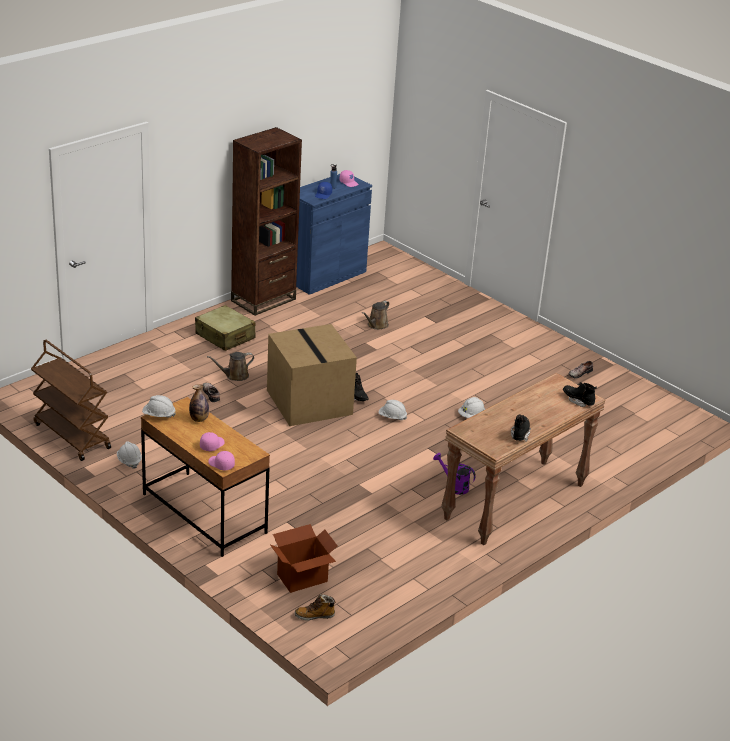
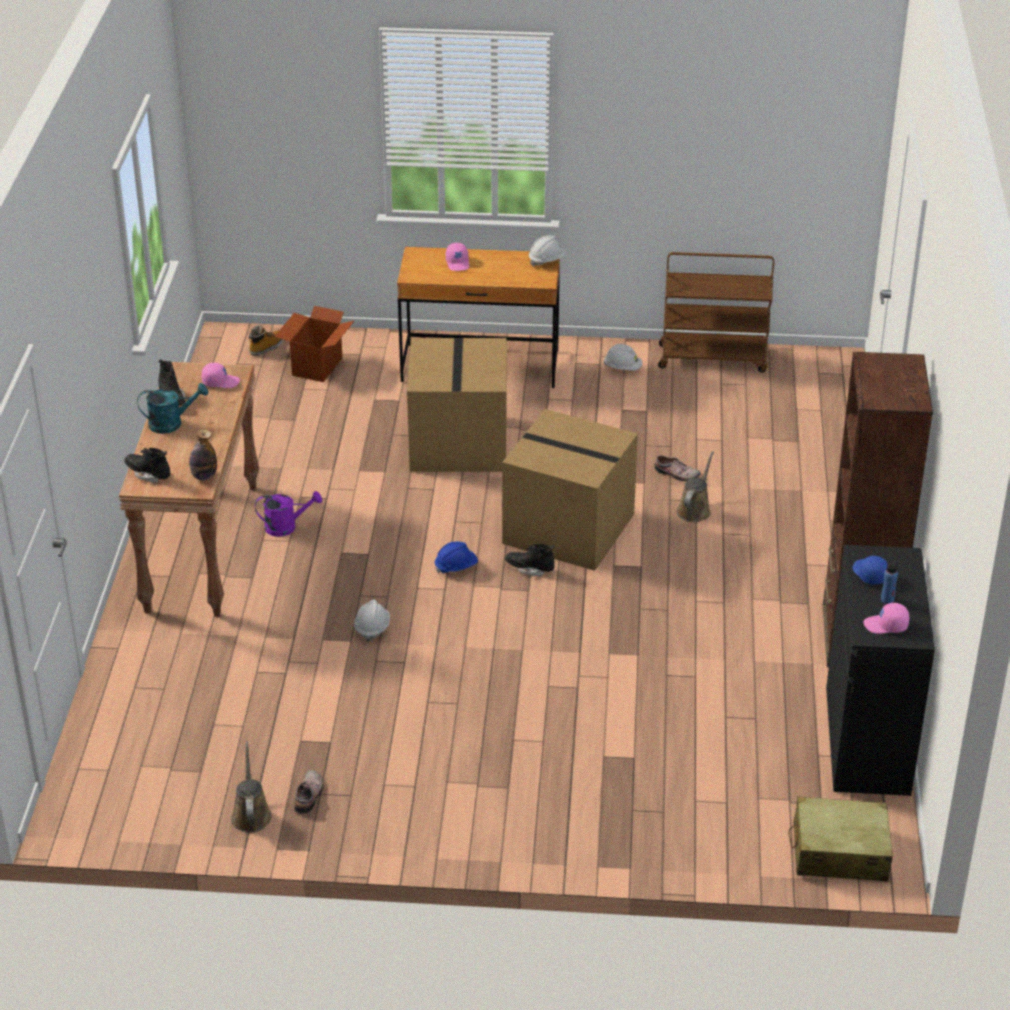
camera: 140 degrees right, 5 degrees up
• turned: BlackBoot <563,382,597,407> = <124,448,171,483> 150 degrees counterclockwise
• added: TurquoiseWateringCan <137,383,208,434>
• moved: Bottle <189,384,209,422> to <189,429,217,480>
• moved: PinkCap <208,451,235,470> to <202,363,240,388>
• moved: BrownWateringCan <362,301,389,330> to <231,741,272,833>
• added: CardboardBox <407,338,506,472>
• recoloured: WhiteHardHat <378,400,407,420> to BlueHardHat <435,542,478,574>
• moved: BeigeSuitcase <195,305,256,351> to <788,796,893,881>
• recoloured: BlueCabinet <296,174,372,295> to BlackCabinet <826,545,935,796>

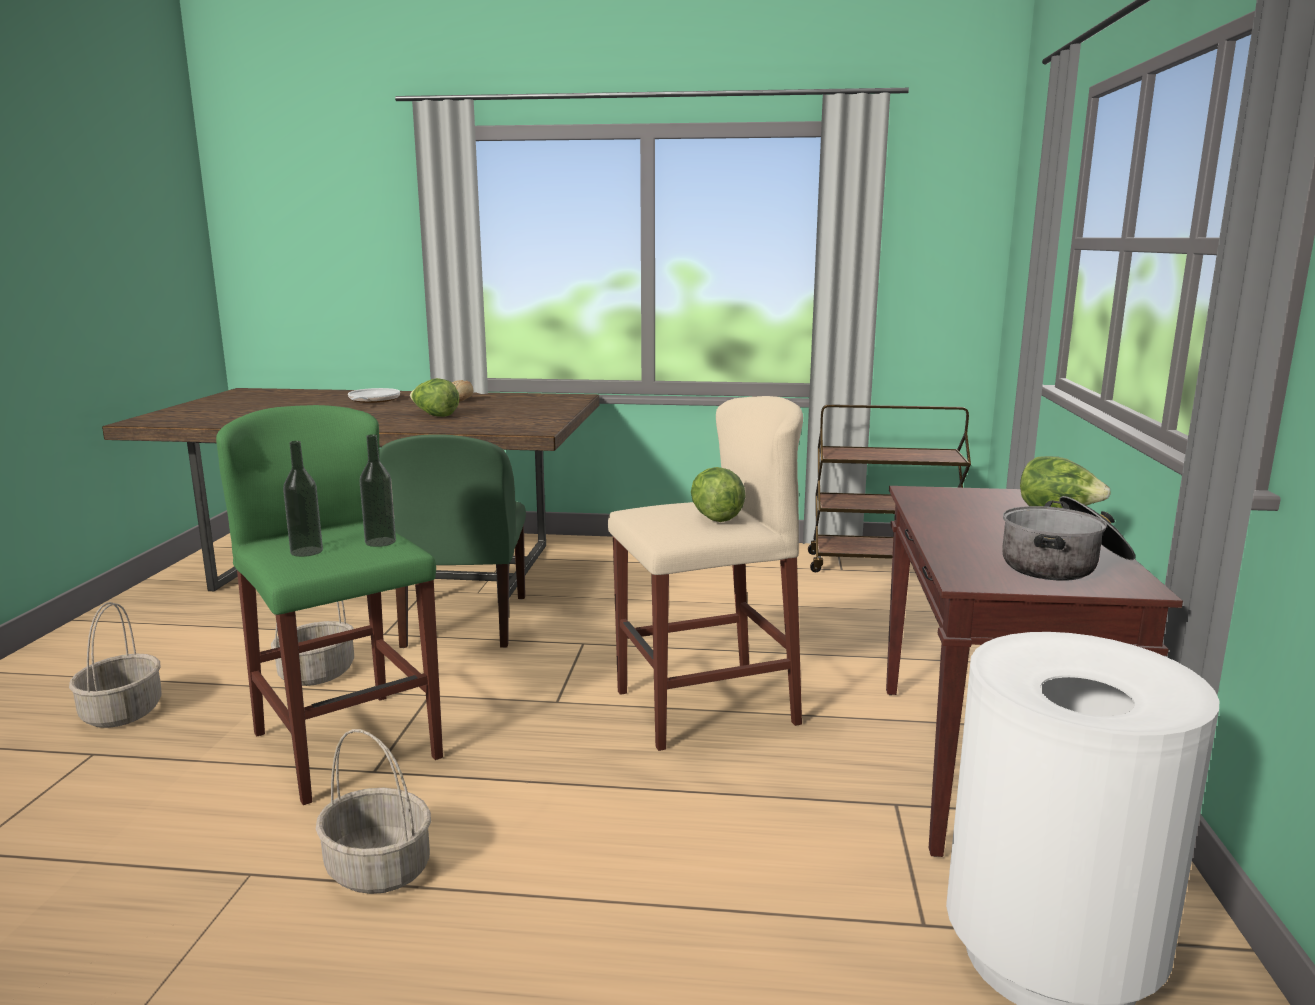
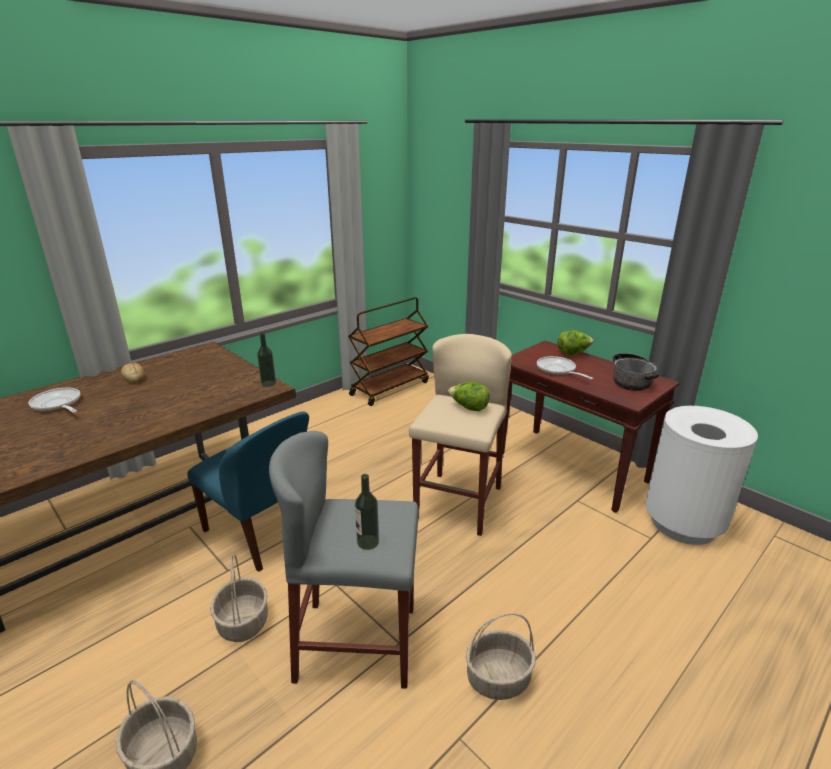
camera: 50 degrees left, 10 degrees up
• recoloured: GreenChair <379,434,526,648> to BlueChair <187,411,309,572>
• moved: Bottle <360,434,396,547> to <257,333,276,387>
• recoloured: GreenStool <216,405,443,805> to GreyStool <269,431,419,689>
• added: FryingPan <537,356,593,379>
• removed: Lettuce <410,378,459,417>

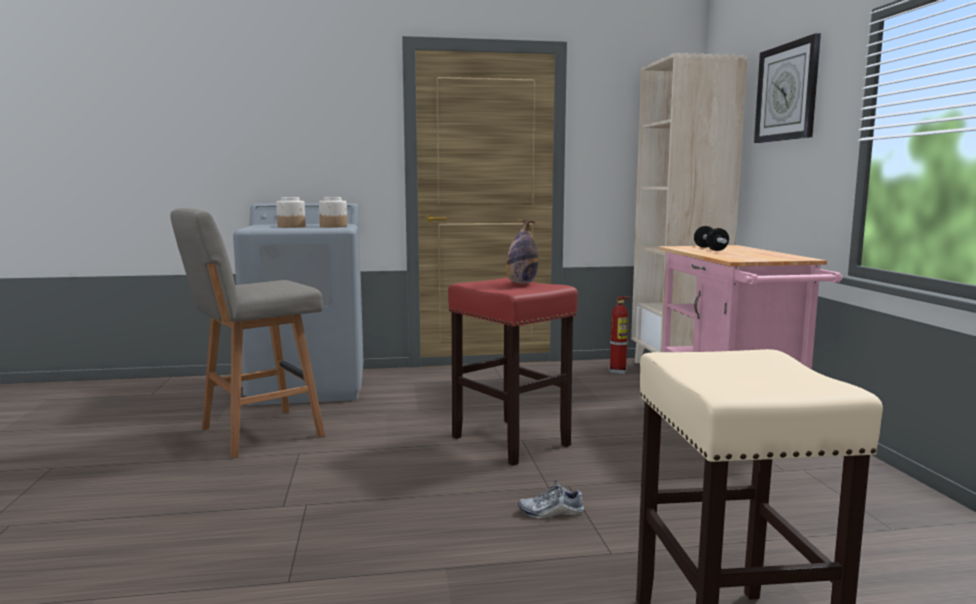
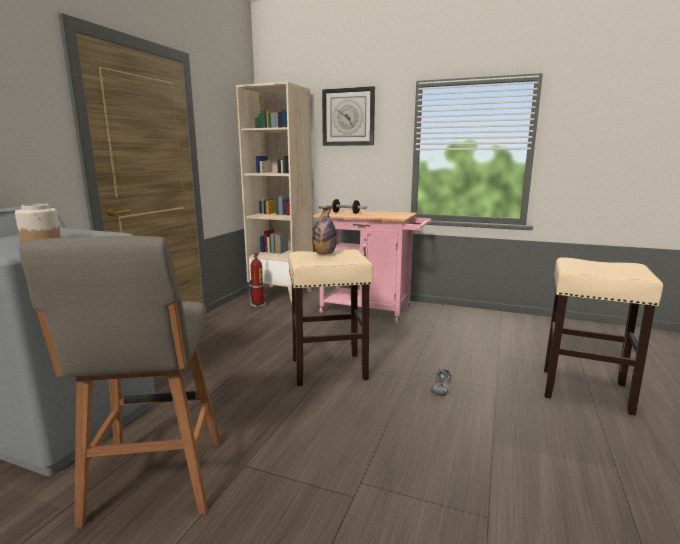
camera: 60 degrees left, 5 degrees up
• recoloured: RedStool <448,277,578,466> to BeigeStool <289,249,373,386>
• removed: Jar <319,197,347,228>

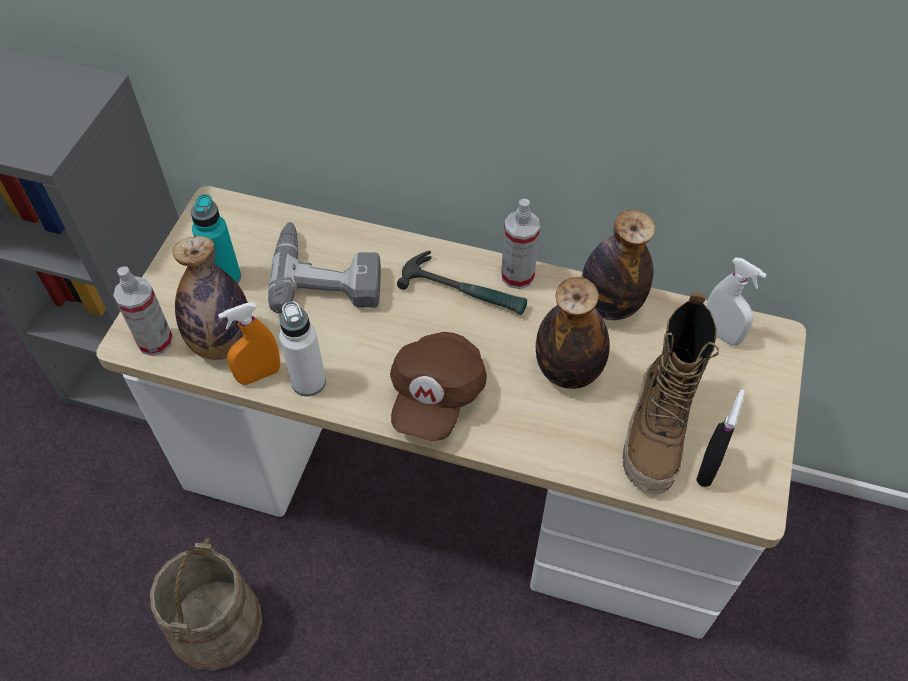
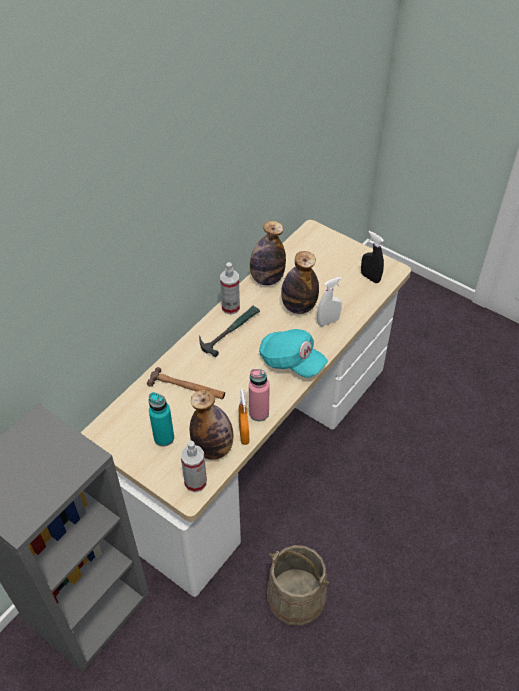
camera: 70 degrees left, 5 degrees down
• replaced: PowerDrill <268,222,381,314> to Hammer <147,367,225,399>
• recoloured: WhiteBottle <279,301,326,397> to PinkBottle <249,369,270,421>
• recoloured: BrownCap <390,332,487,441> to TurquoiseCap <259,329,328,378>
• moved: WhiteSprayBottle <706,257,767,346> to <317,276,342,326>
• removed: Boot <623,292,719,494>

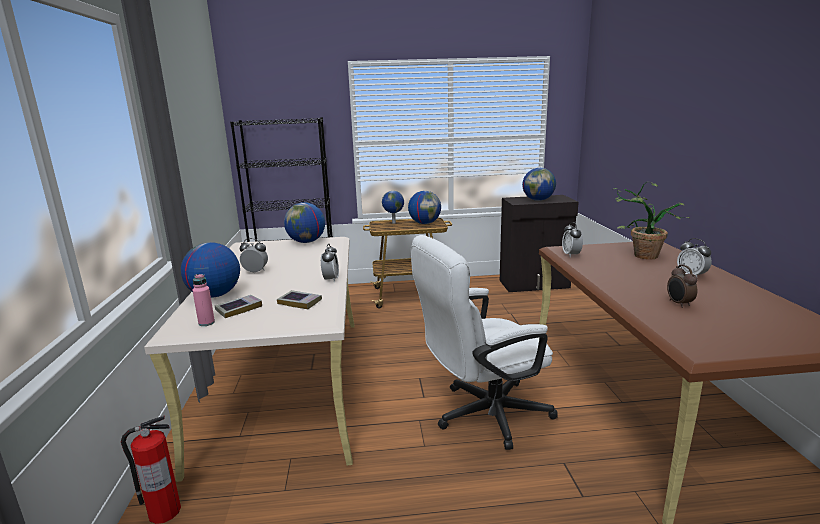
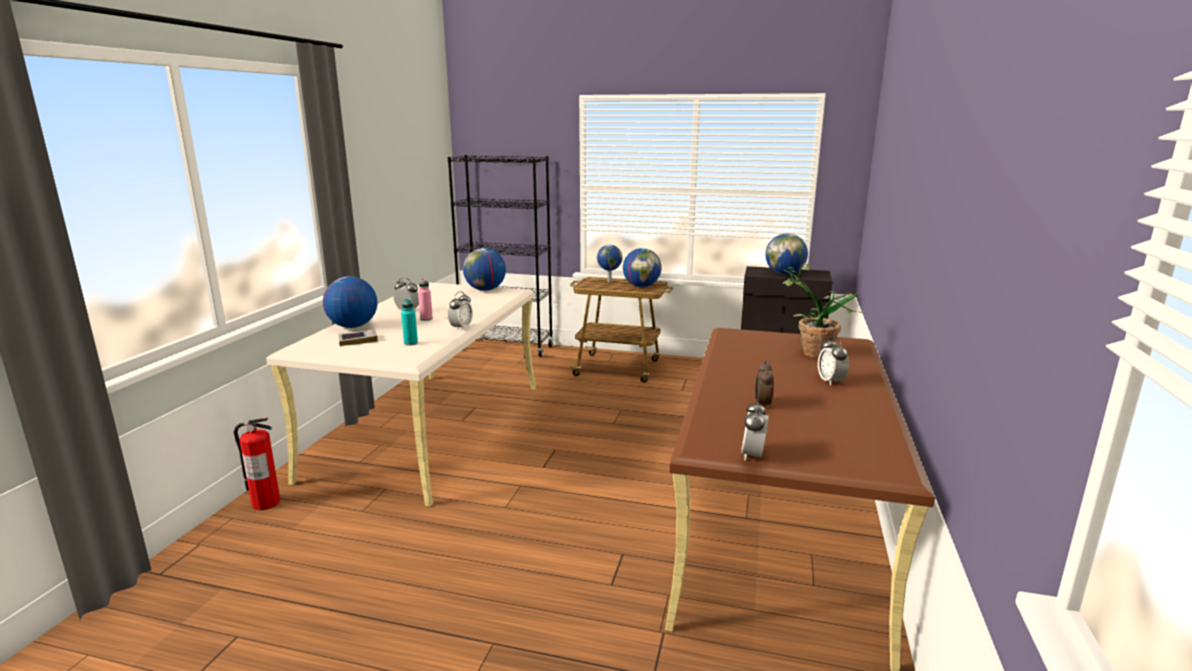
camera: 20 degrees right, 0 degrees up
• replaced: Book <277,290,322,309> to TurquoiseBottle <401,299,418,346>
• moved: PinkBottle <192,274,215,326> to <418,279,433,321>
• moved: AlarmClock <562,222,583,257> to <741,399,769,461>
• removed: WhiteOfficeChair <411,235,558,450>

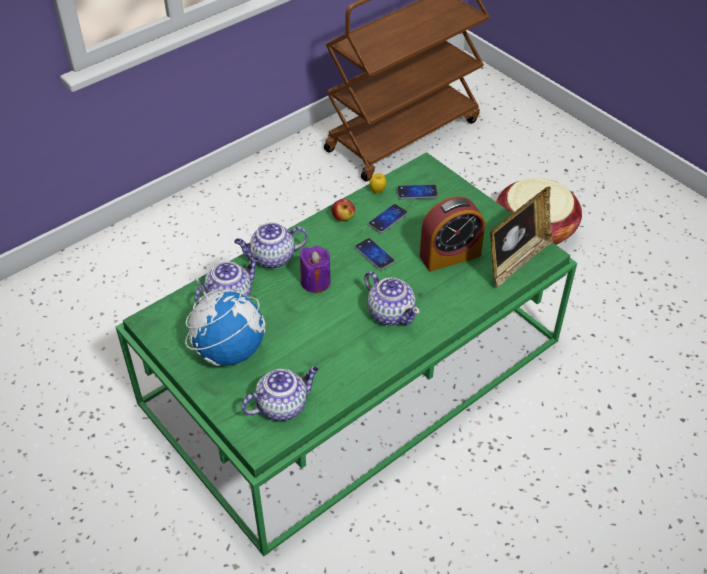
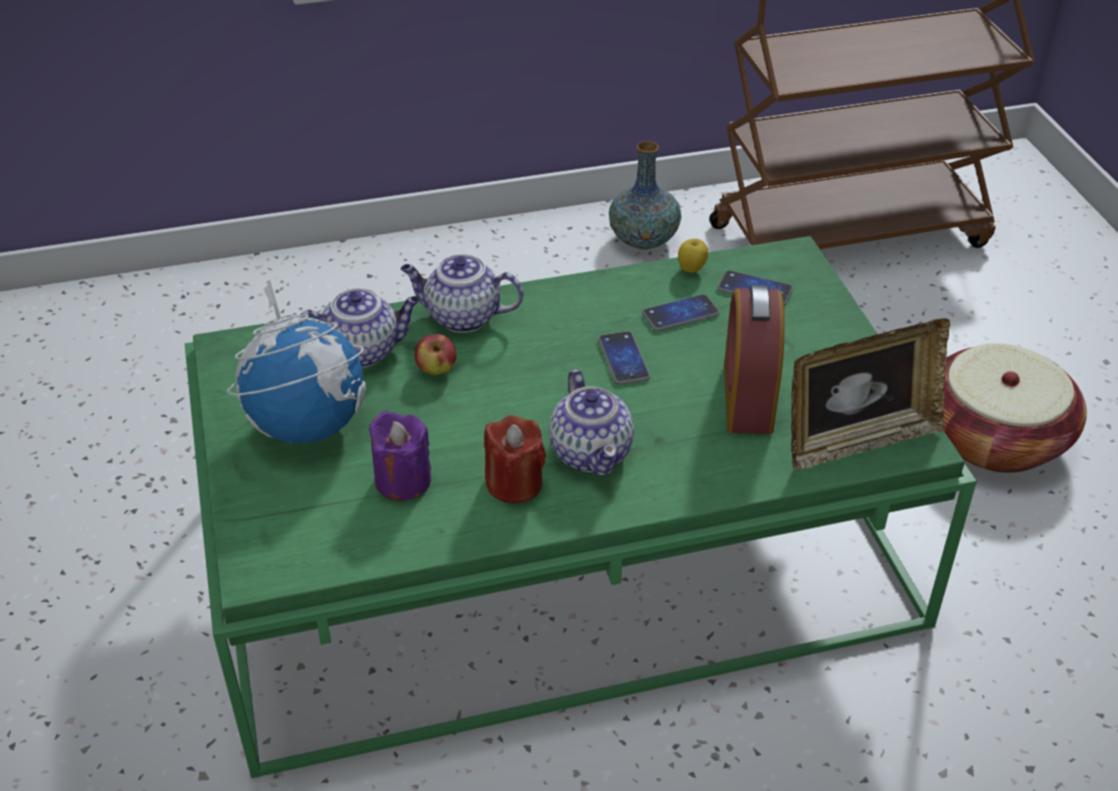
camera: 25 degrees right, 5 degrees down
• moved: PurpleCandle <300,246,331,293> to <369,411,431,501>
• moved: Apple <332,199,355,221> to <415,334,456,375>
• added: RedCandle <484,415,546,503>
• added: Vase <609,141,681,249>
• turned: AlarmClock <420,196,485,271> = <724,285,785,434> 90 degrees clockwise
• removed: Teapot <241,367,319,421>

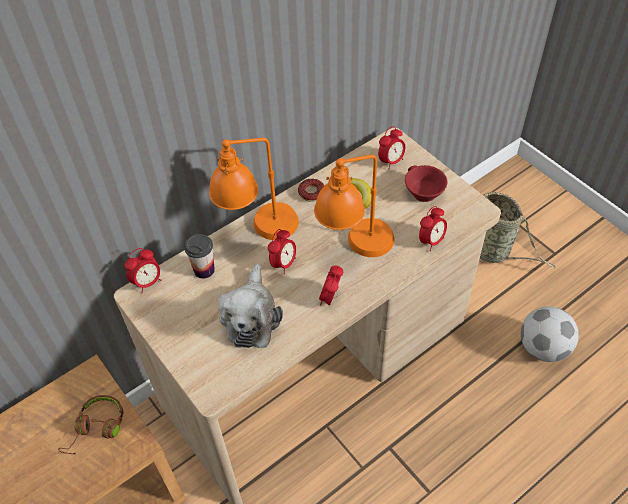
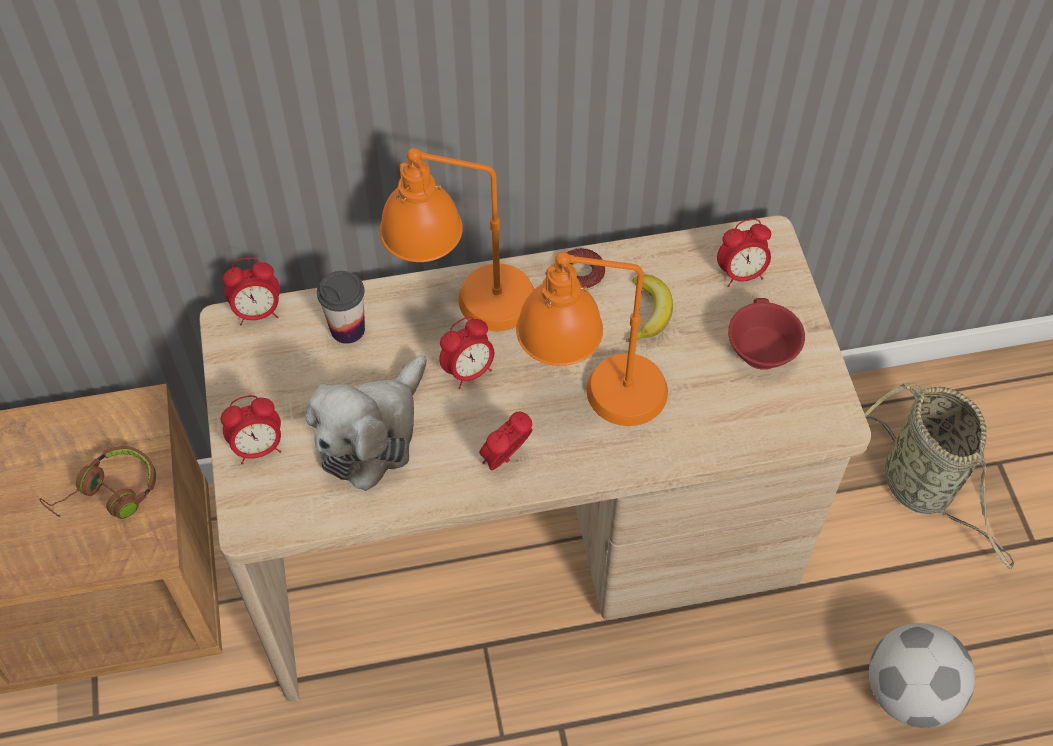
camera: 25 degrees right, 5 degrees up
• moved: AlarmClock <419,206,447,251> to <221,395,281,464>

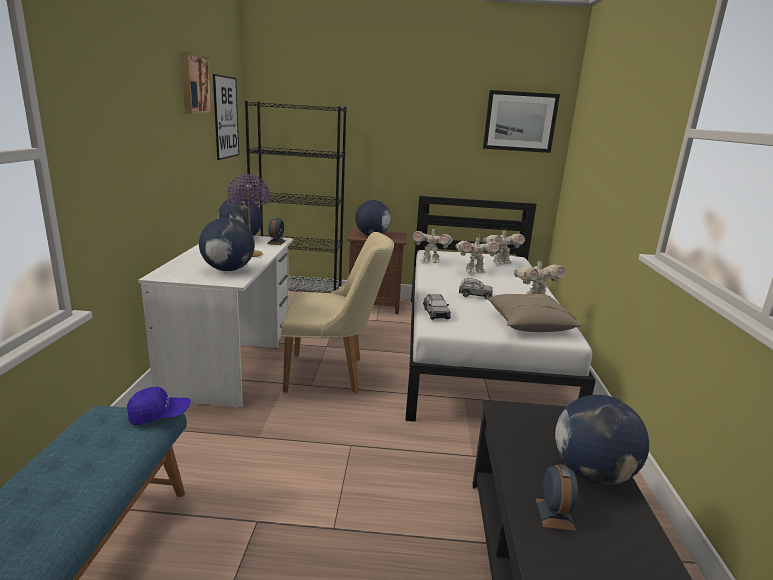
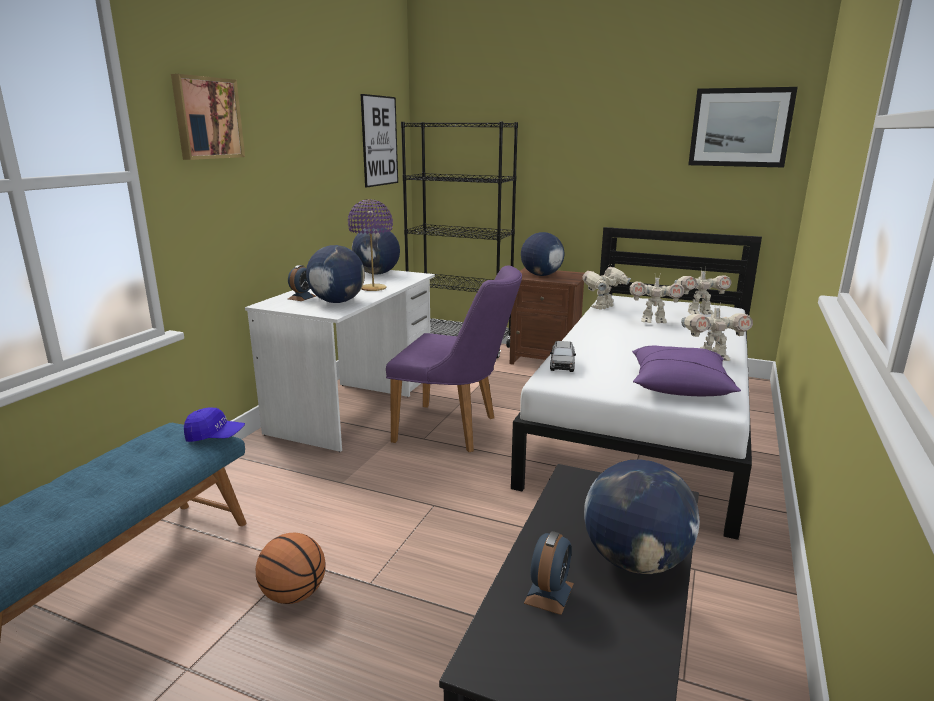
camera: 20 degrees right, 0 degrees up
• moved: Picture <180,51,213,114> to <171,74,245,160>
• added: Basketball <256,533,326,604>
• moved: AlarmClock <267,217,286,245> to <288,265,316,301>
• recoloured: BeigeChair <281,232,394,393> to PurpleChair <386,265,522,452>
• turned: ToyRobot <413,227,453,263> = <582,265,631,310> 105 degrees clockwise
• recoloured: BeigePillow <487,294,582,332> to PurplePillow <632,345,741,396>
• removed: GreyToyCar <459,278,493,299>

